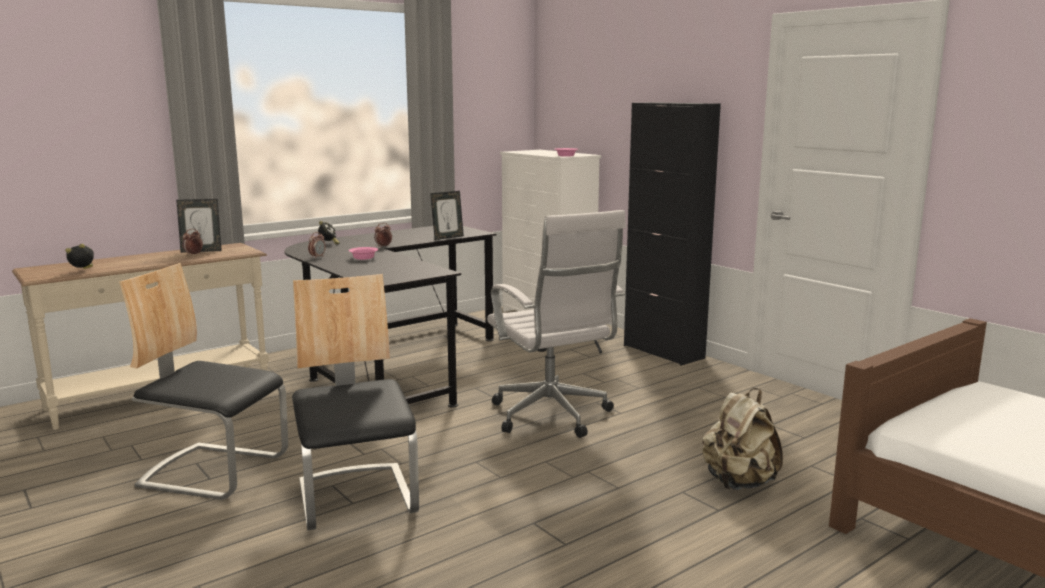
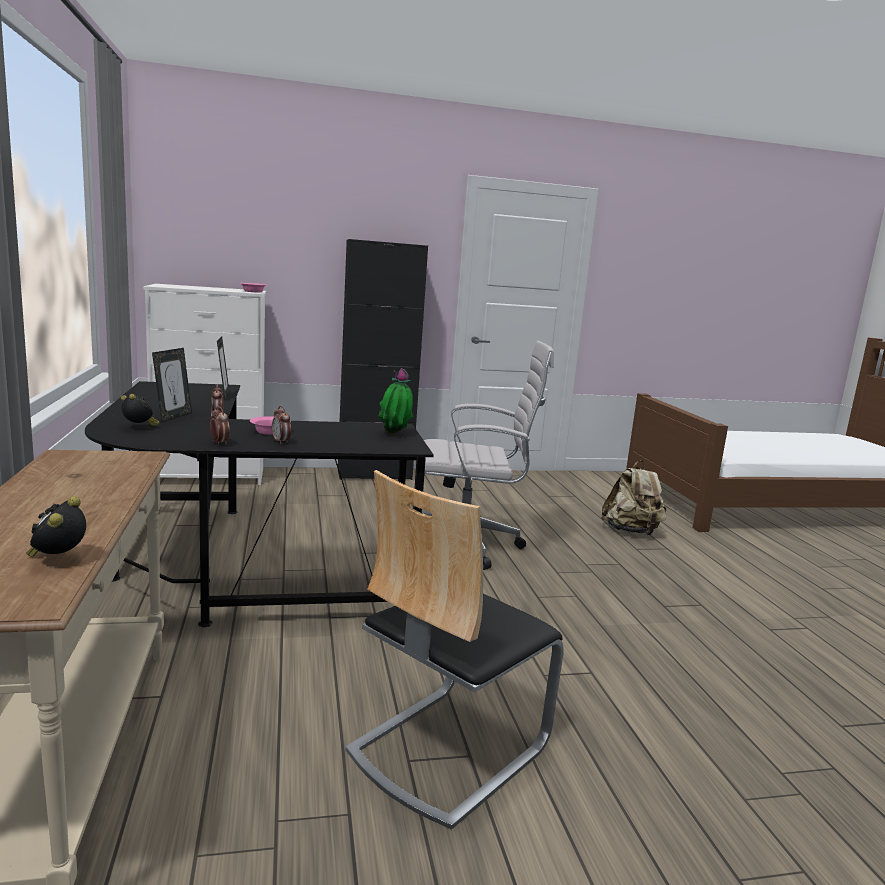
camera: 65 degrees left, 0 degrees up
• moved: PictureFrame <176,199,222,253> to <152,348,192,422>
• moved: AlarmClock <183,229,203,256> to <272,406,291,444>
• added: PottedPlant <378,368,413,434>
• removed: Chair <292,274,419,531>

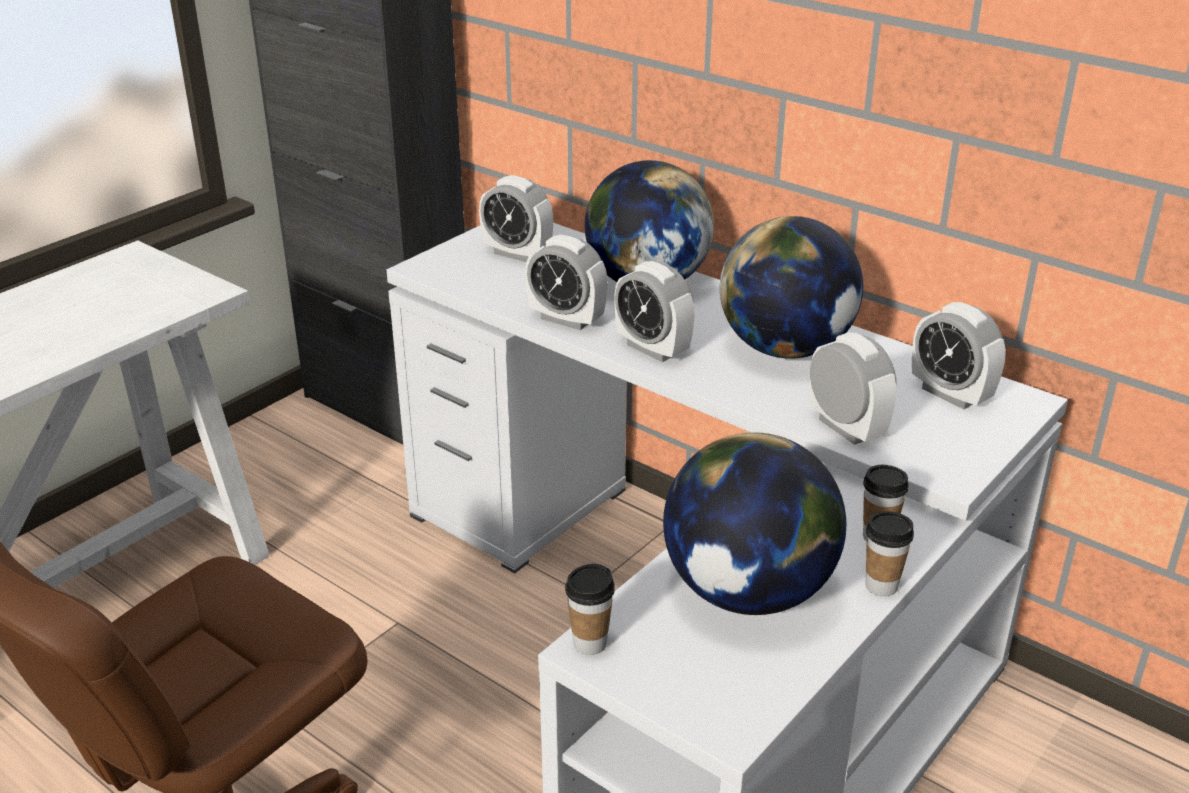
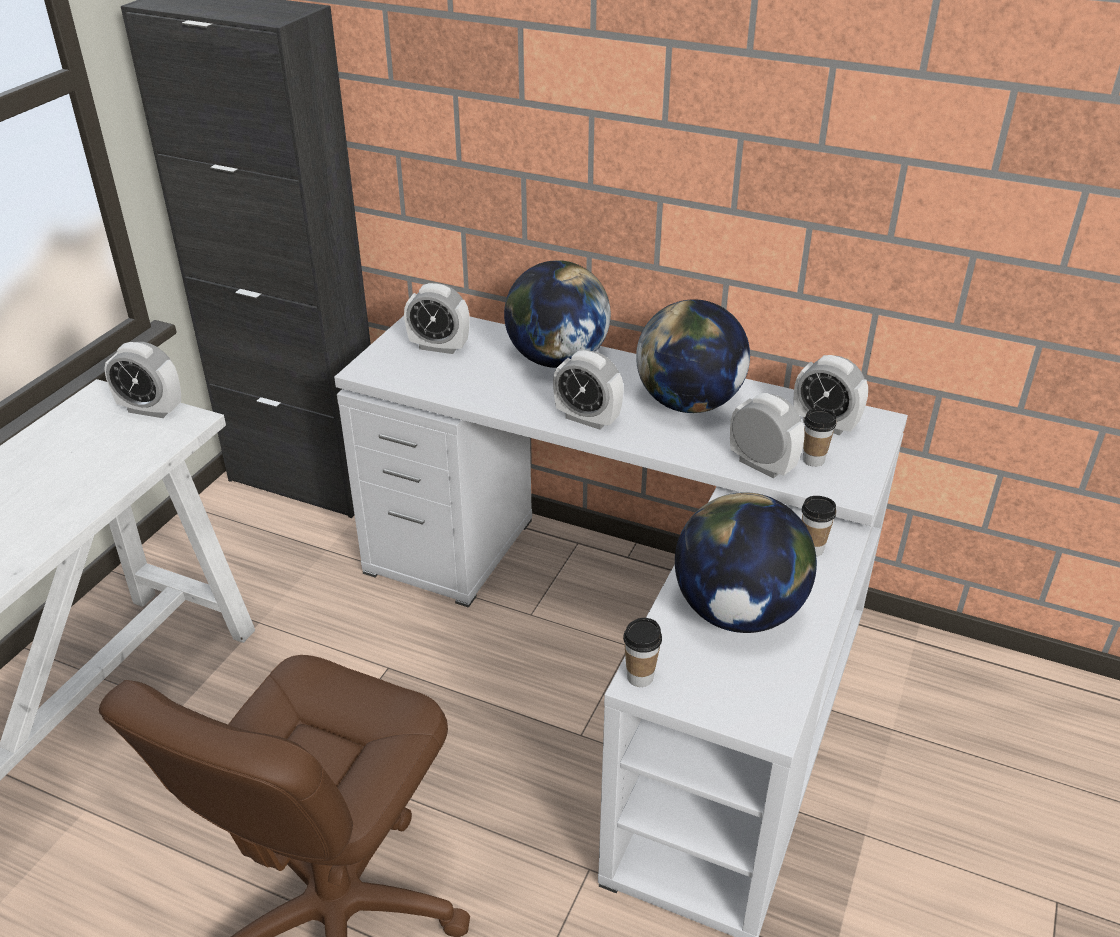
camera: 15 degrees left, 5 degrees up
• moved: AlarmClock <525,235,608,330> to <104,342,181,418>
• moved: Cup <865,511,914,597> to <803,409,836,467>

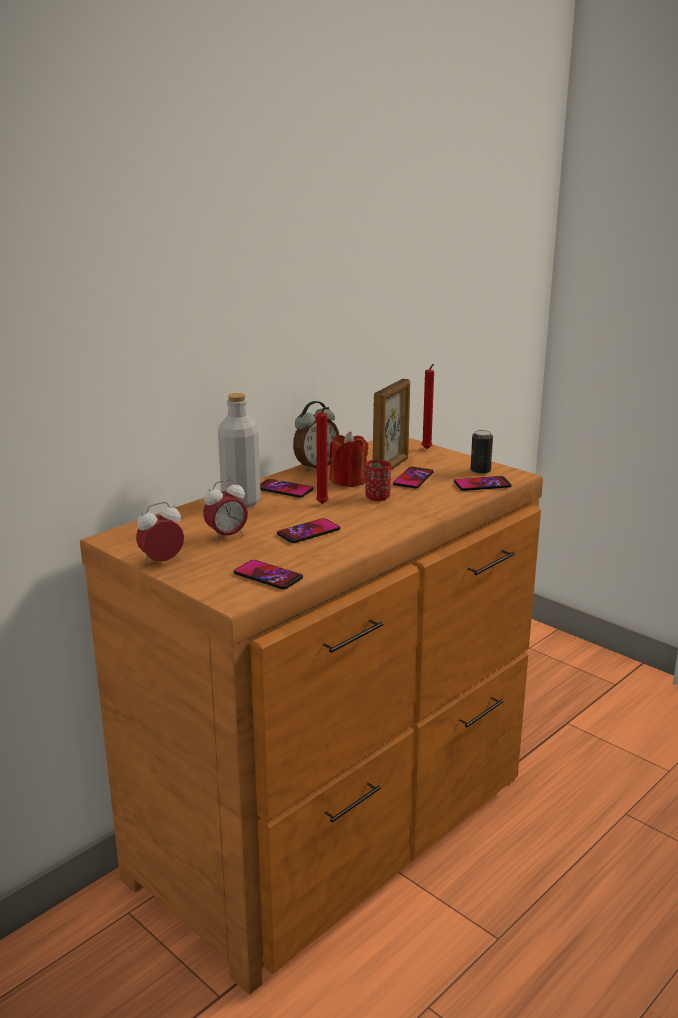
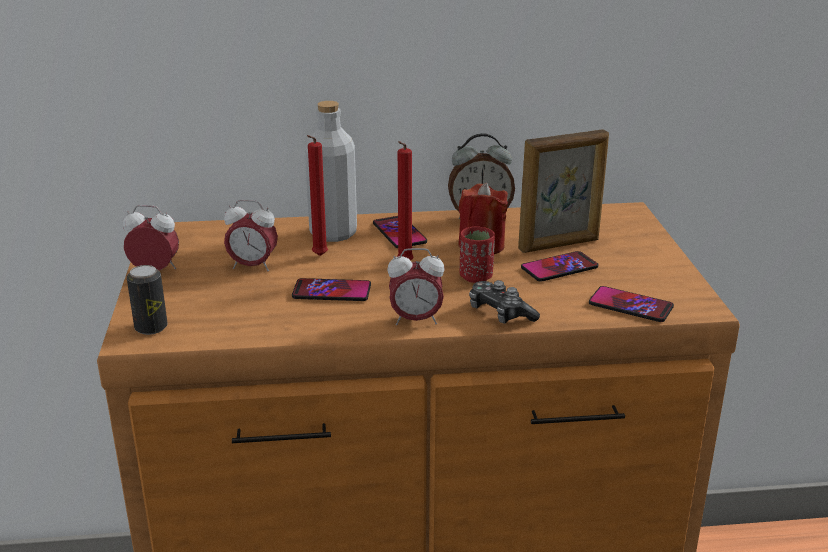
camera: 40 degrees right, 5 degrees up
• moved: Can <470,430,493,474> to <127,265,168,335>
• moved: RedCandle <422,364,434,449> to <307,135,328,256>
• added: AlarmClock <387,248,445,325>
• added: GameController <469,280,540,324>
• removed: Phone <234,560,303,589>

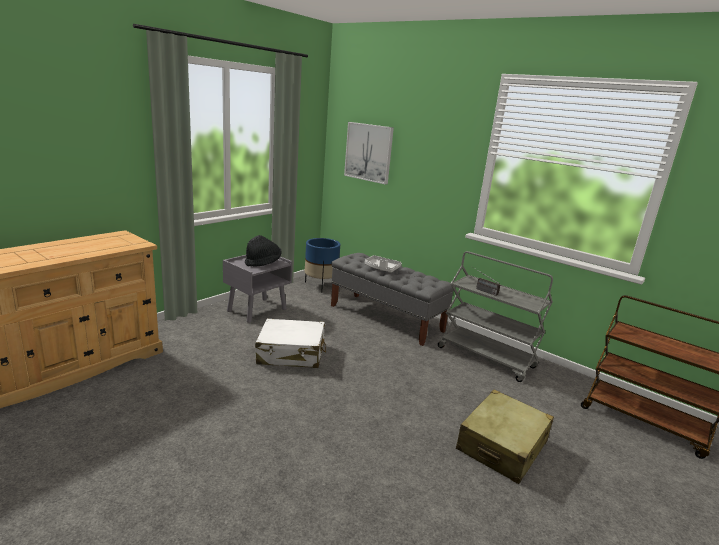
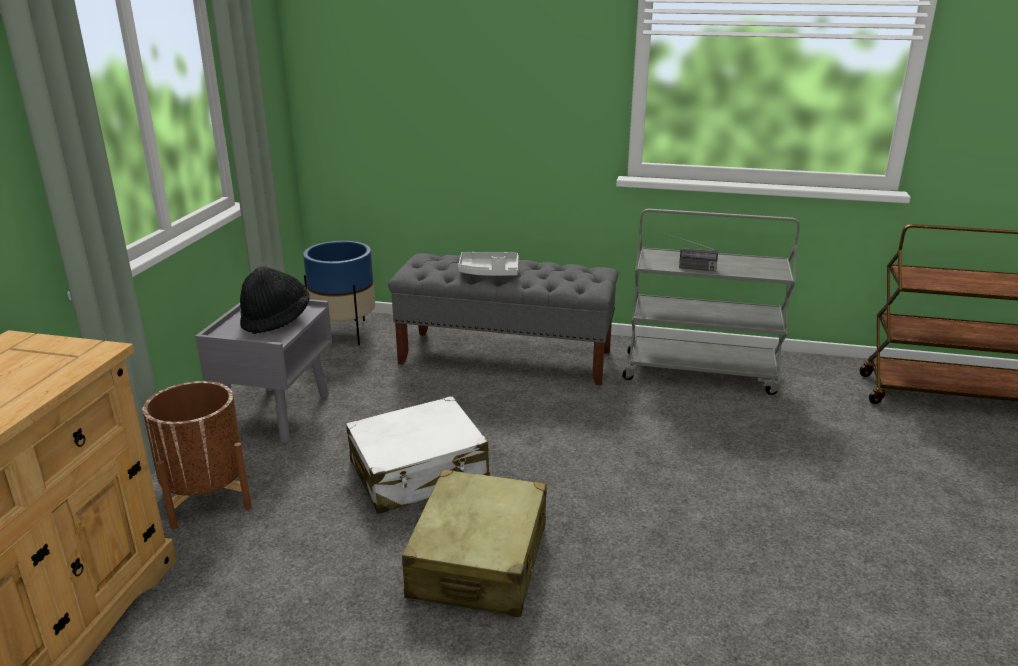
camera: 25 degrees left, 5 degrees up
• added: BrownPlanter <142,381,252,530>
• moved: BeigeSuitcase <456,390,554,484> to <402,469,547,617>
• removed: Picture <344,122,394,185>

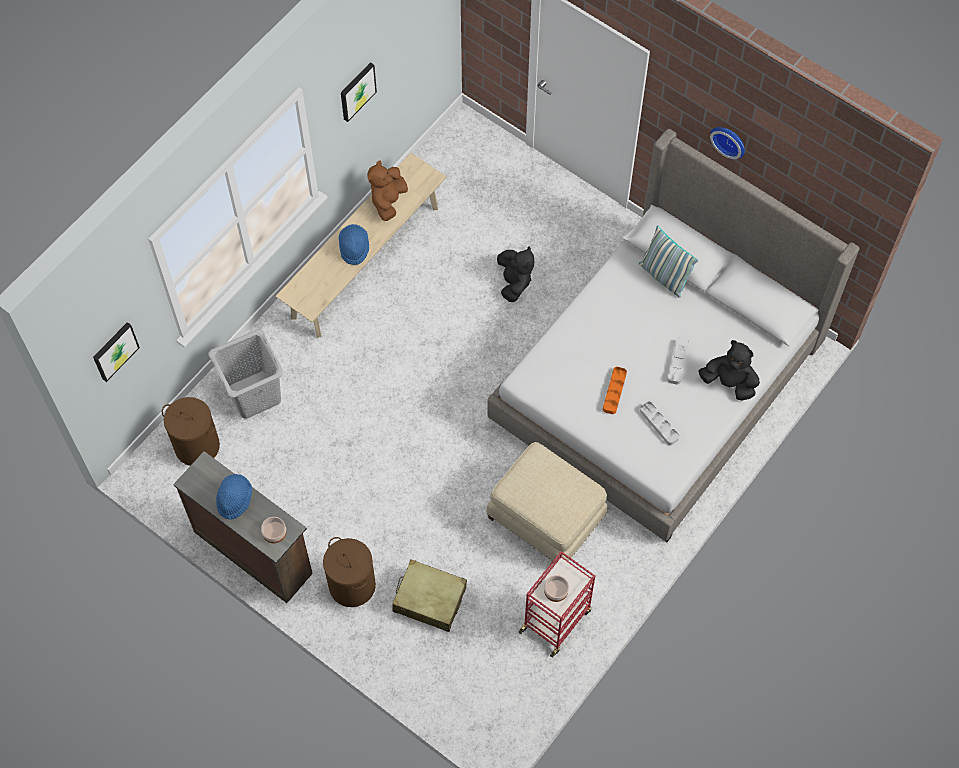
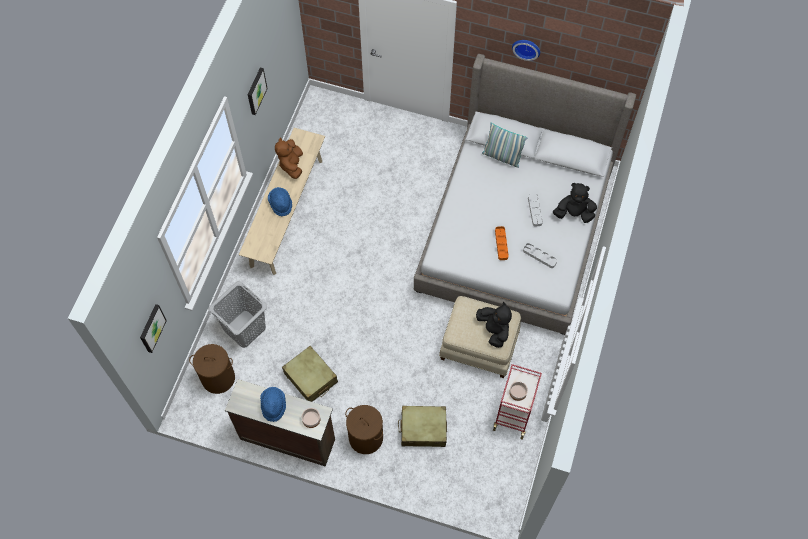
camera: 20 degrees left, 0 degrees up
• added: BeigeSuitcase <282,346,338,402>
• moved: BlackPlushToy <497,246,534,302> to <476,302,512,348>

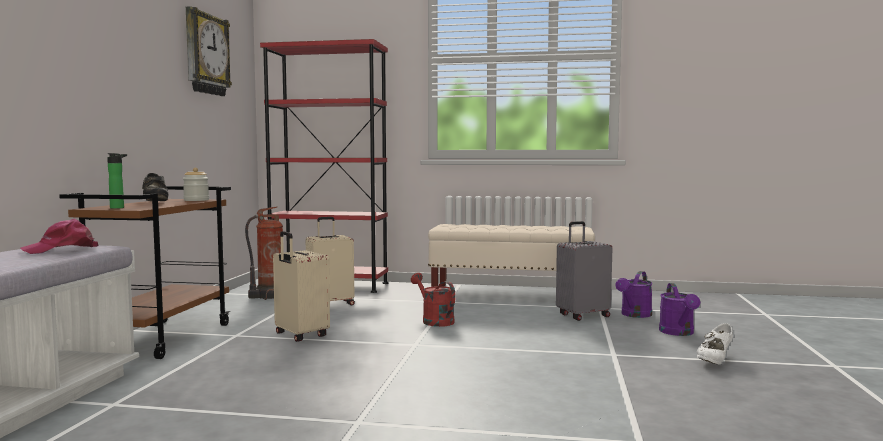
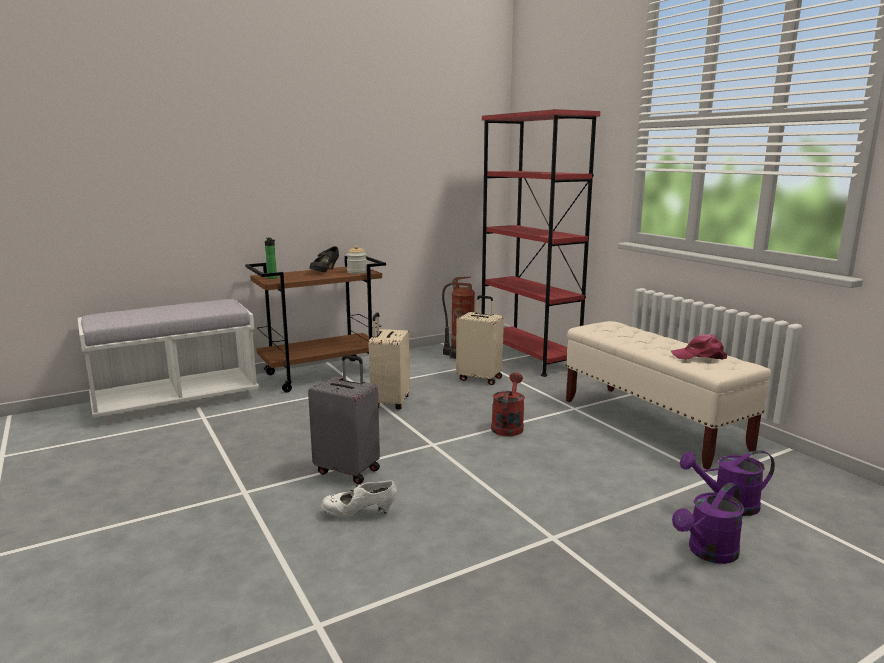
camera: 50 degrees right, 10 degrees up
• moved: GreySuitcase <556,221,612,321> to <308,355,380,484>
• moved: WhiteShoe <697,323,733,365> to <321,480,397,517>
• moved: PinkCap <20,219,98,254> to <671,334,727,360>
• removed: WallClock <186,6,232,96>

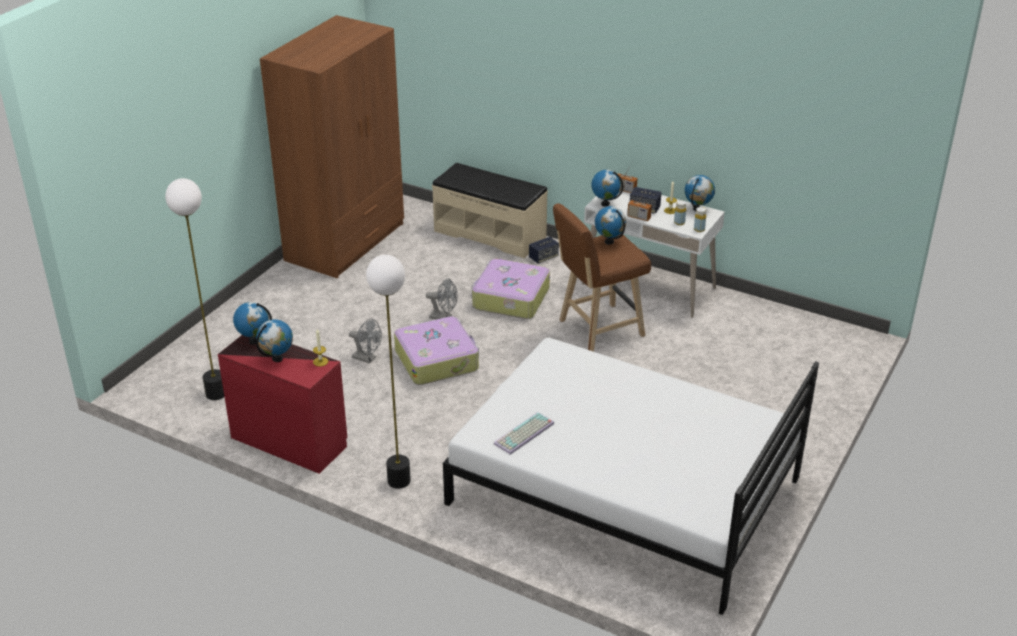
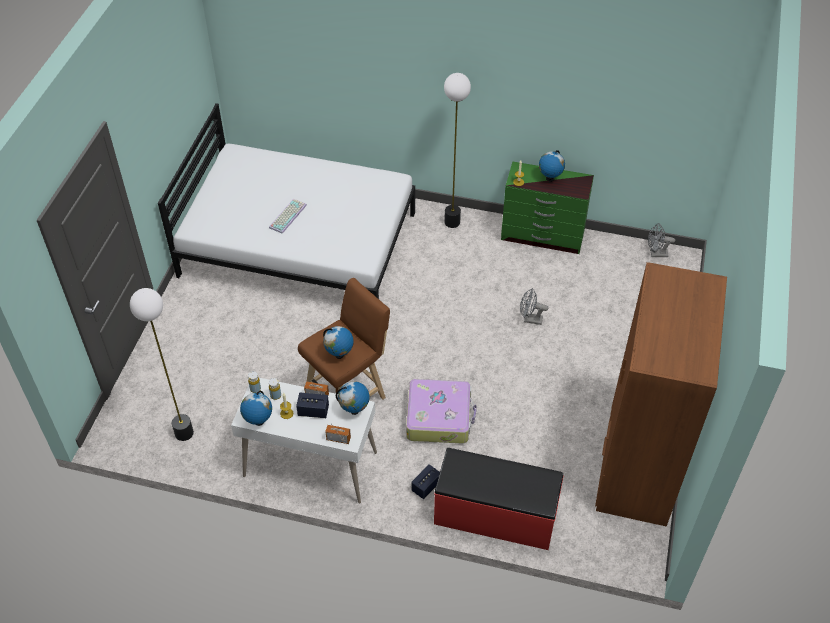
camera: 165 degrees right, 15 degrees up
• moved: FloorLamp <165,178,224,400> to <130,288,194,441>
• moved: Keyboard <494,412,554,455> to <269,199,307,234>
• recoloured: BeigeBench <432,163,548,258> to RedBench <434,448,564,550>
• recoloured: RedDresser <218,335,347,474> to GreenDresser <501,162,594,254>
• moved: GreyFan <426,278,458,319> to <648,223,675,257>
• removed: Globe <233,302,272,344>
• removed: Suitcase <394,316,479,385>

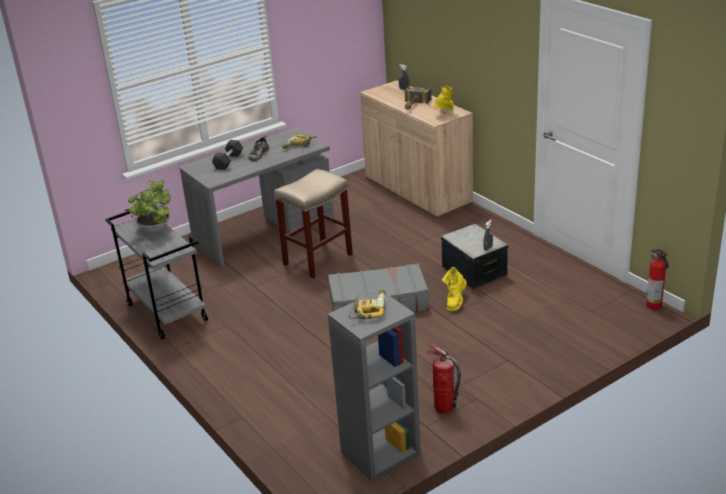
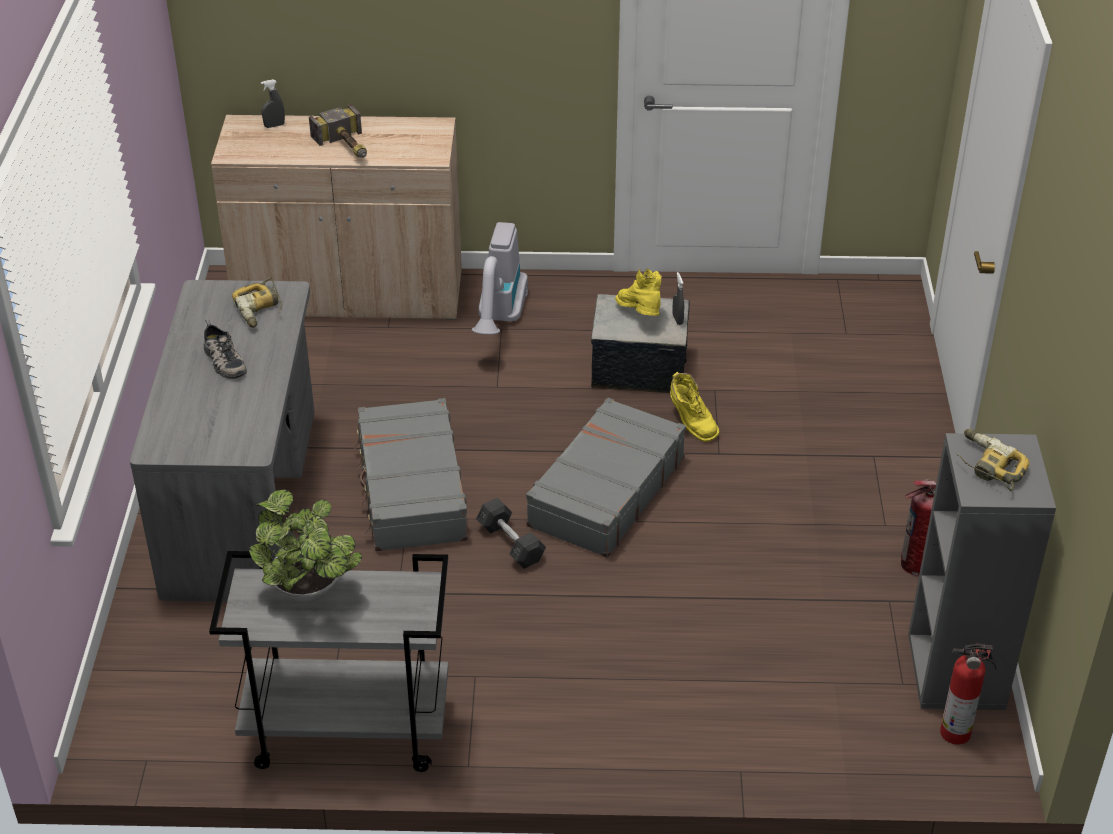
camera: 55 degrees left, 10 degrees up
• replaced: BeigeStool <274,169,353,278> to GreySuitcase <354,398,468,551>
• added: VacuumCleaner <472,222,528,335>
• moved: GreyDumbbell <212,140,243,170> to <476,497,546,569>
• moved: YellowBoot <433,85,455,111> to <615,269,662,316>
• moved: FireExtinguisher <646,249,669,310> to <940,643,996,745>

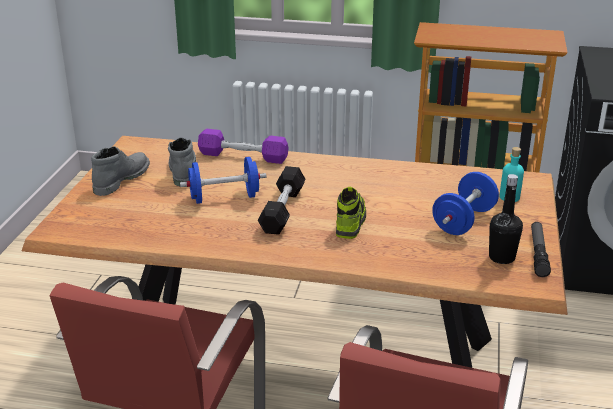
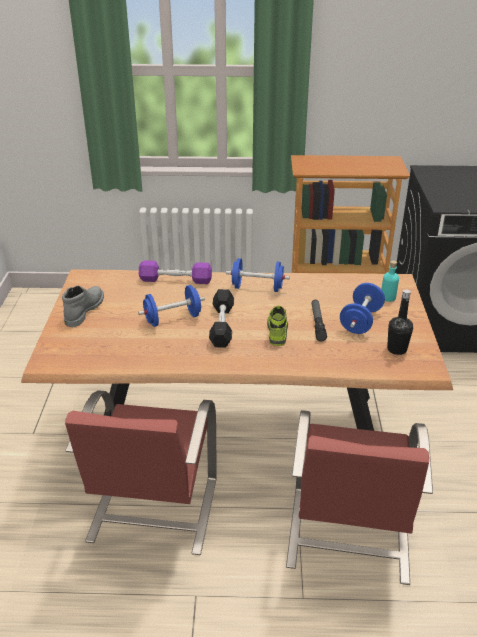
camera: 10 degrees left, 5 degrees up
• added: BlueDumbbell <226,258,290,292>
• moved: Flashlight <531,222,551,277> to <311,300,327,341>
• removed: GreyBoot <168,138,196,186>

